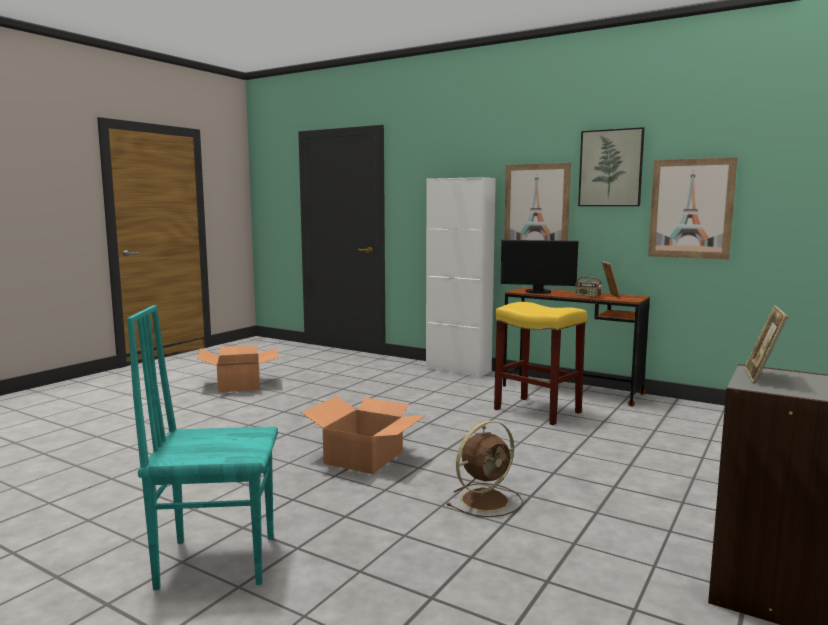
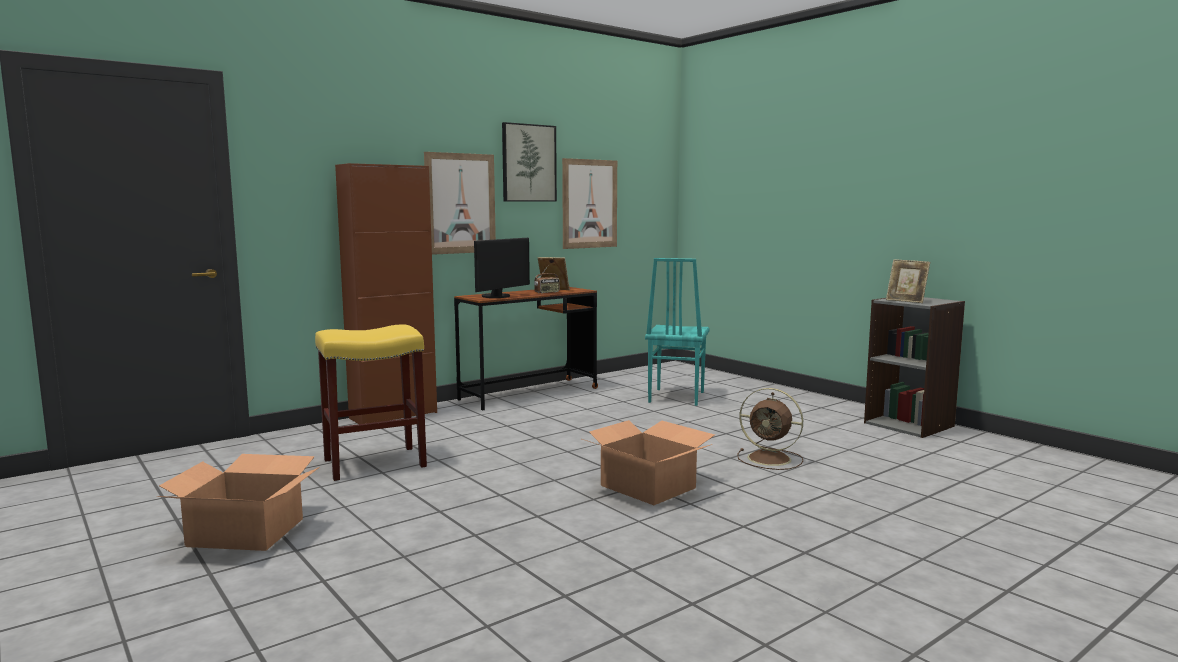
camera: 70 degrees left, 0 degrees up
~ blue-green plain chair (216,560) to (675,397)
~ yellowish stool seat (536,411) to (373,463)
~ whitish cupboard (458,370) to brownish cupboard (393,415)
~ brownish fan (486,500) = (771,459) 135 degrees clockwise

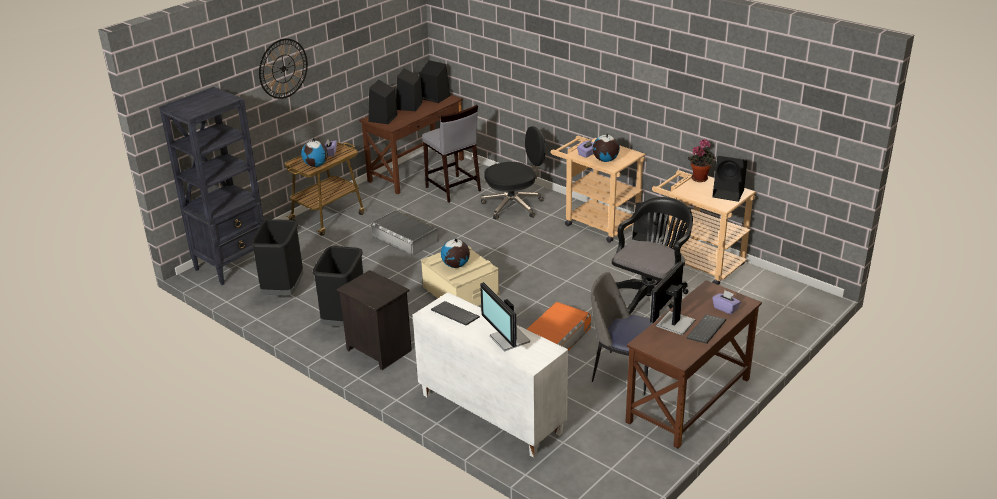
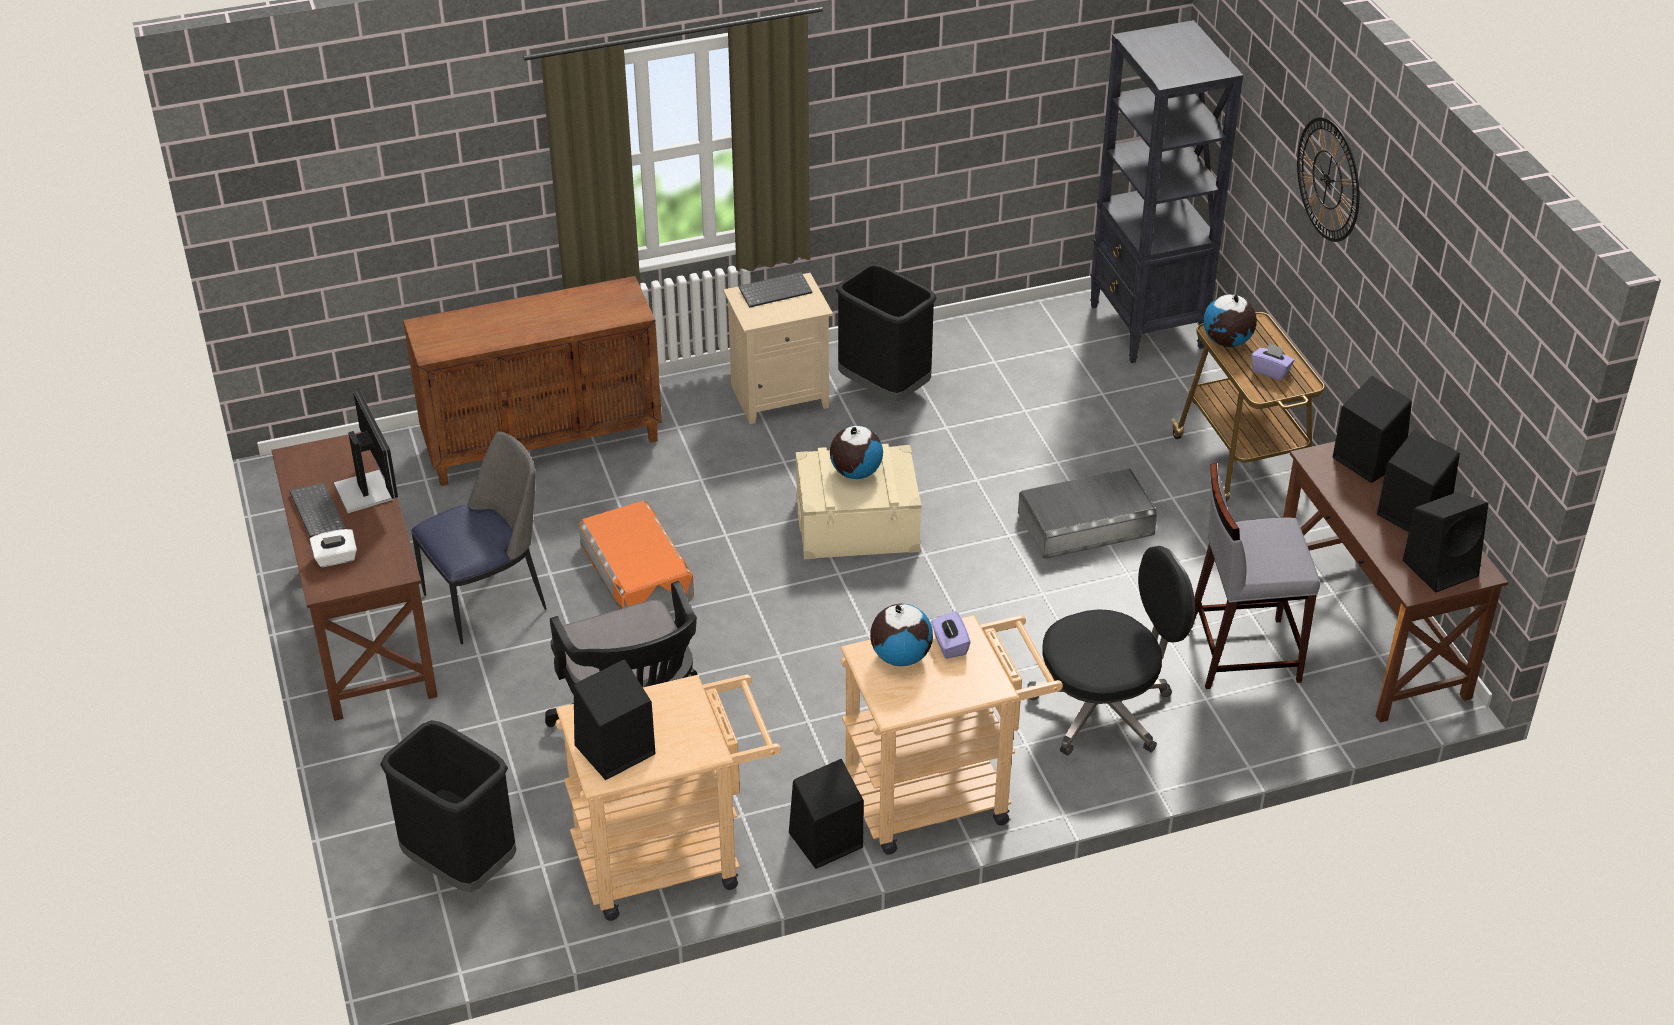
camera: 120 degrees right, 10 degrees up
- monitor (508,340)
- potted plant (700,178)
~ black-coloured waste bin (284,291) to (459,864)
~ computer keyboard (454,314) to (775,290)
~ black-coloured nightstand (377,350) to beige nightstand (780,395)
~ whitish cupboard (489,414) to brownish cupboard (544,441)
~ purplish tissue box (725,308) to whitish tissue box (336,558)
~ black-coloured office chair (514,205) = (1104,709) 120 degrees counterclockwise

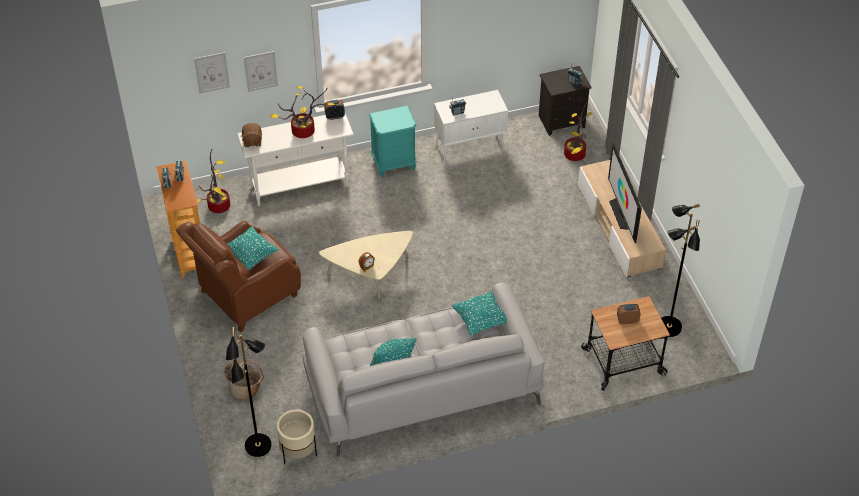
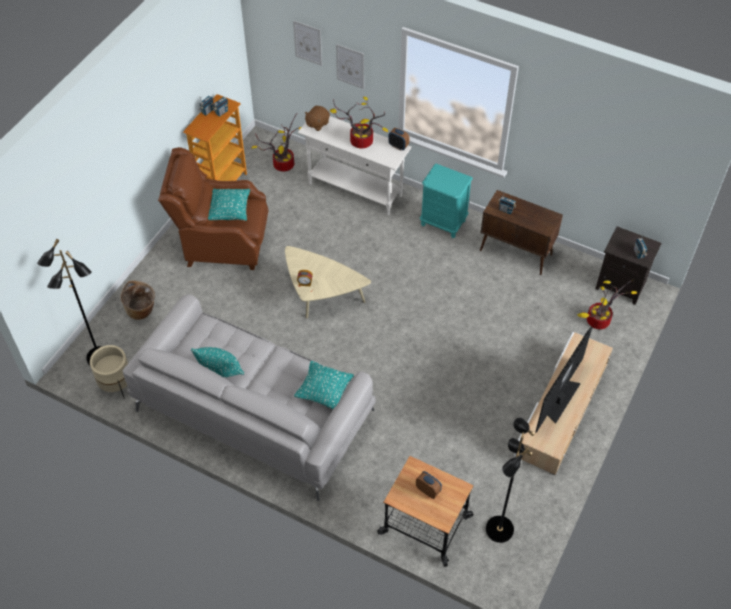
camera: 45 degrees right, 5 degrees up
~ whitish cupboard (470,148) to brownish cupboard (516,253)

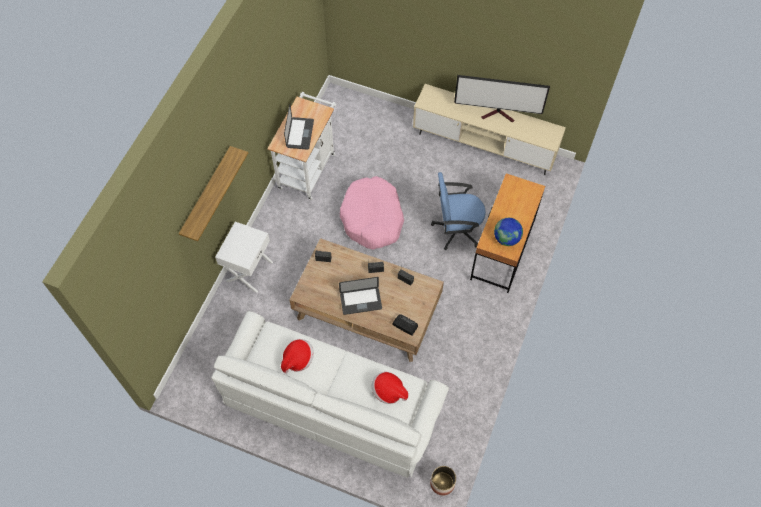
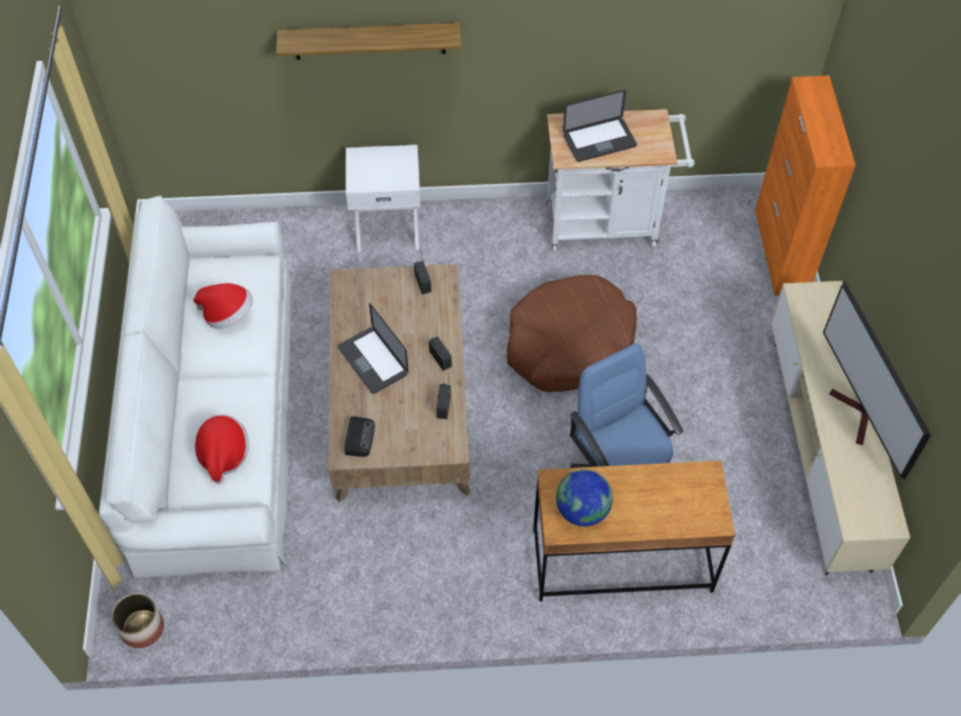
camera: 65 degrees right, 5 degrees down
+ orangey cupboard (781,251)
~ pinkish dog bed (372,218) to brownish dog bed (568,344)

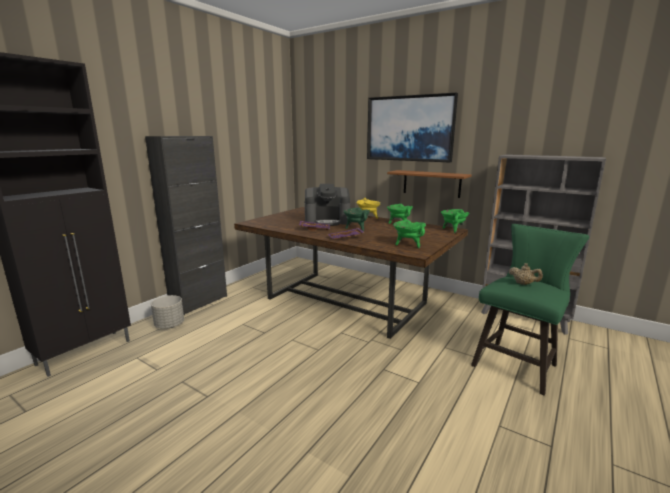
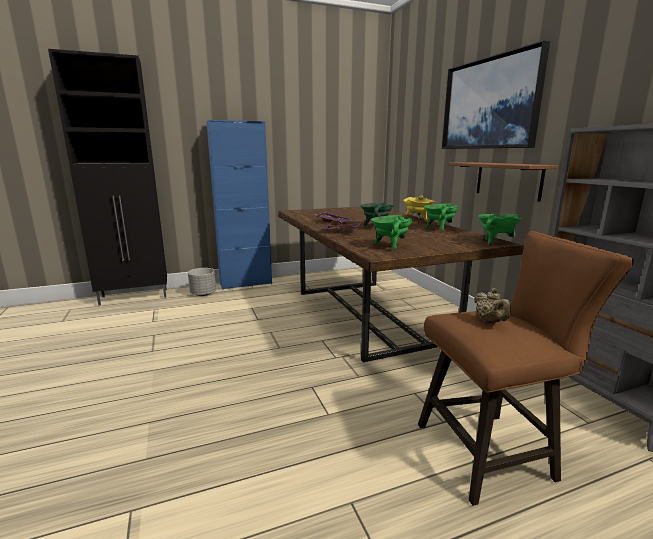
camera: 35 degrees right, 0 degrees up
- coffee brewer (327,221)
~ black-coloured cupboard (199,302) to blue cupboard (245,283)
~ green stool seat (517,363) to brownish stool seat (493,451)

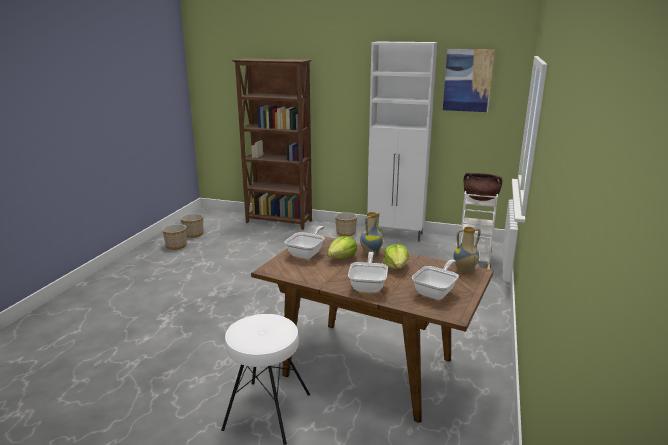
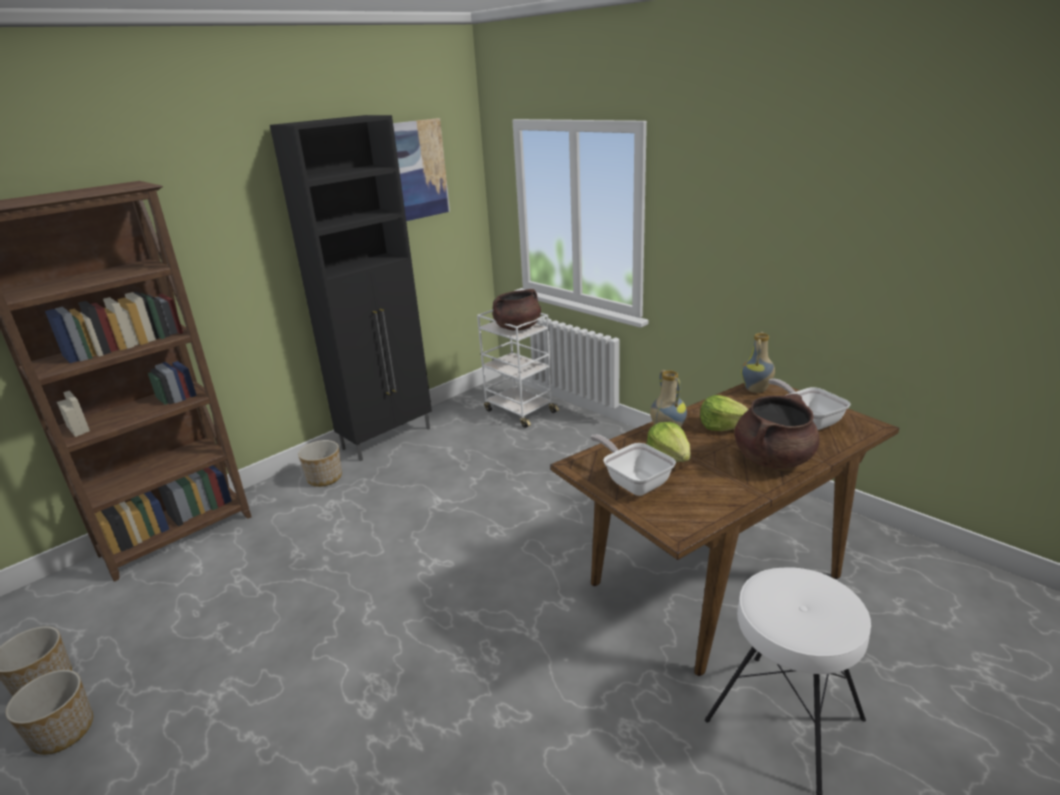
camera: 60 degrees left, 5 degrees up
~ frying pan (368,285) to brownish cooking pot (773,459)
~ whitish cupboard (396,235) to black-coloured cupboard (388,438)

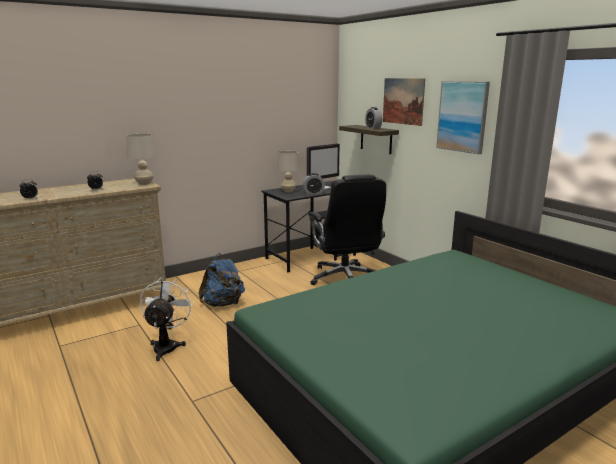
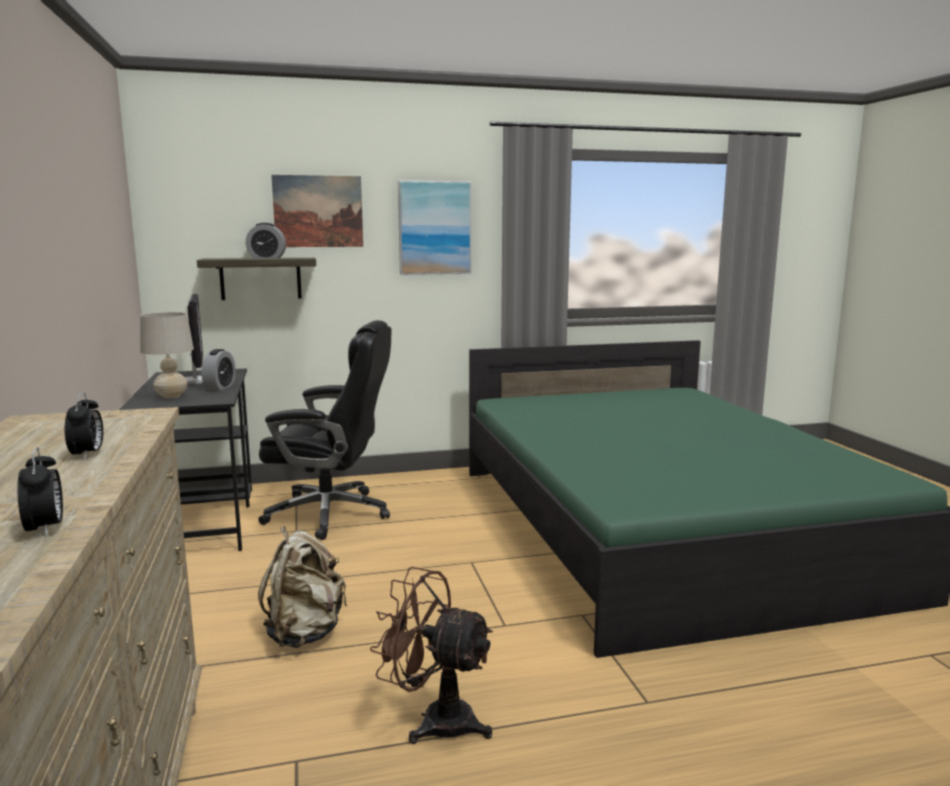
camera: 70 degrees left, 5 degrees down
- beige tabletop lamp (144,183)
~ whitish fan (167,346) to brownish fan (435,719)
~ blue backpack (223,304) to beige backpack (305,633)

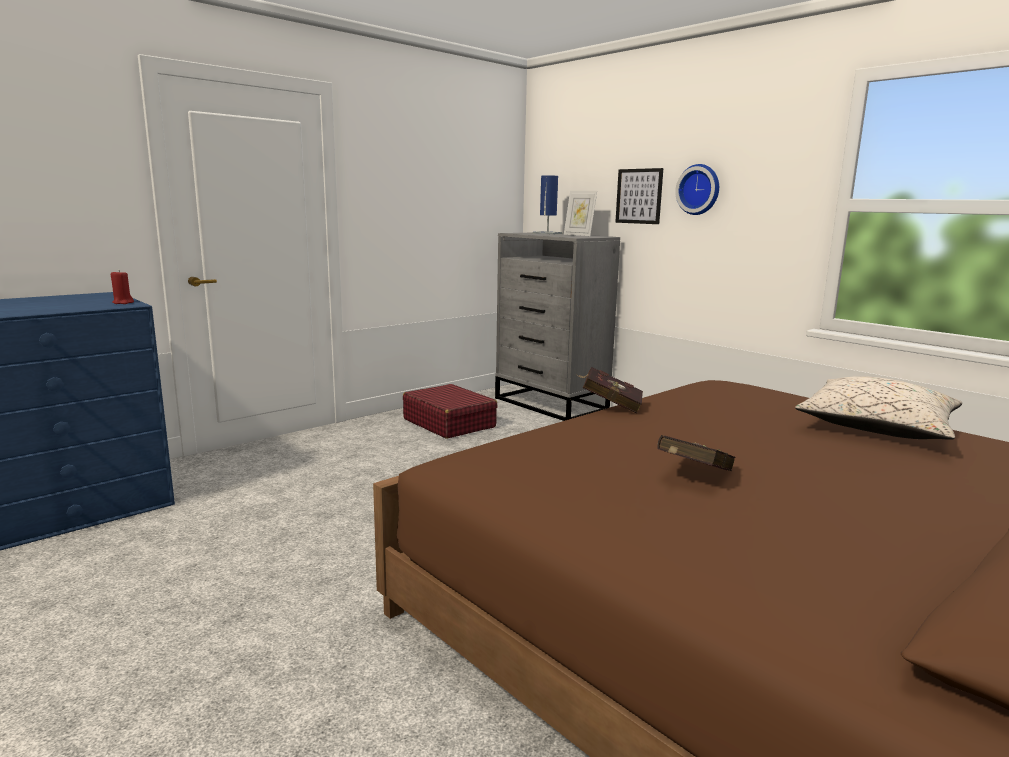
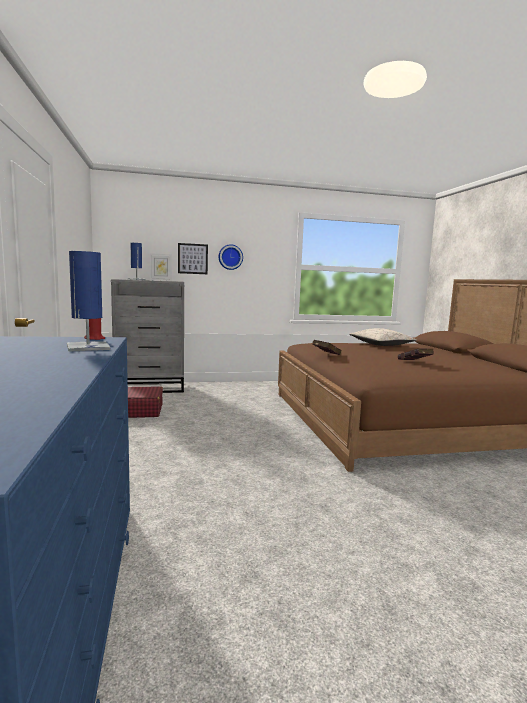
camera: 60 degrees left, 5 degrees down
+ blue tabletop lamp (88,347)

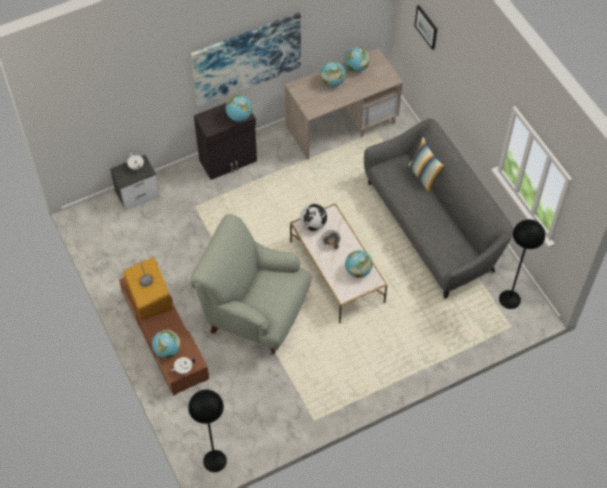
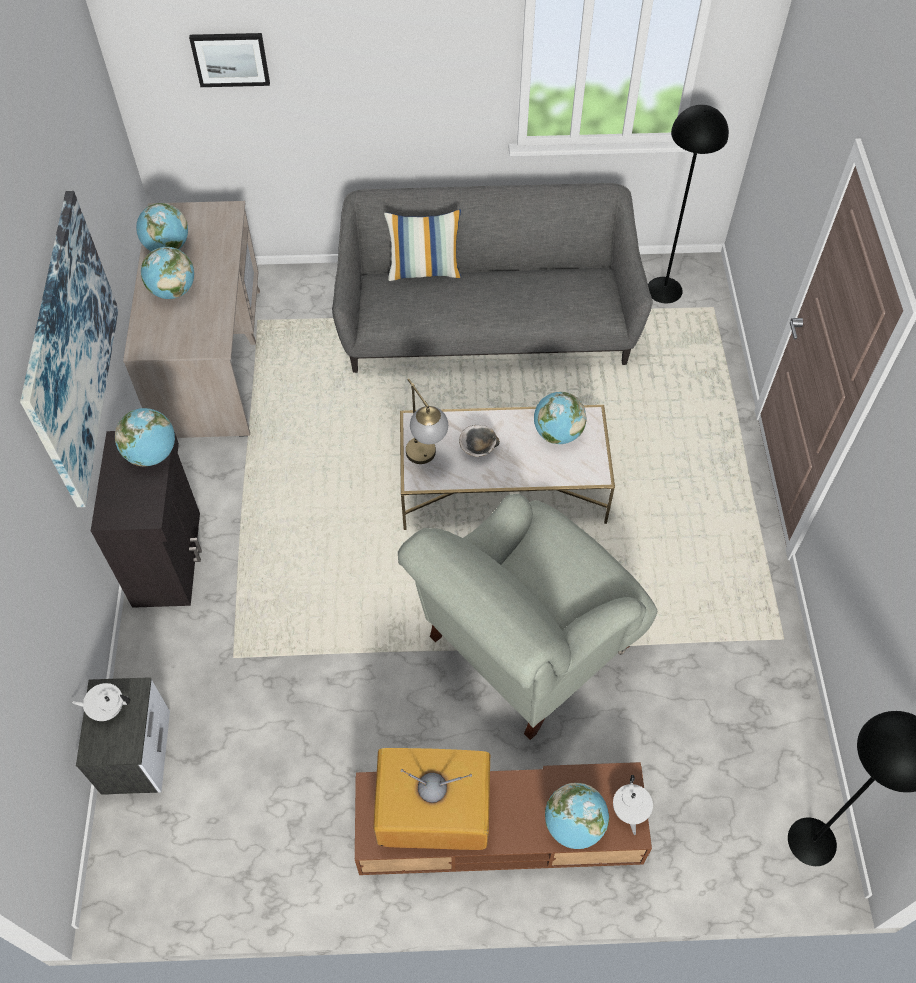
camera: 65 degrees left, 0 degrees up
~ desk globe (313,224) to tabletop lamp (426,459)

